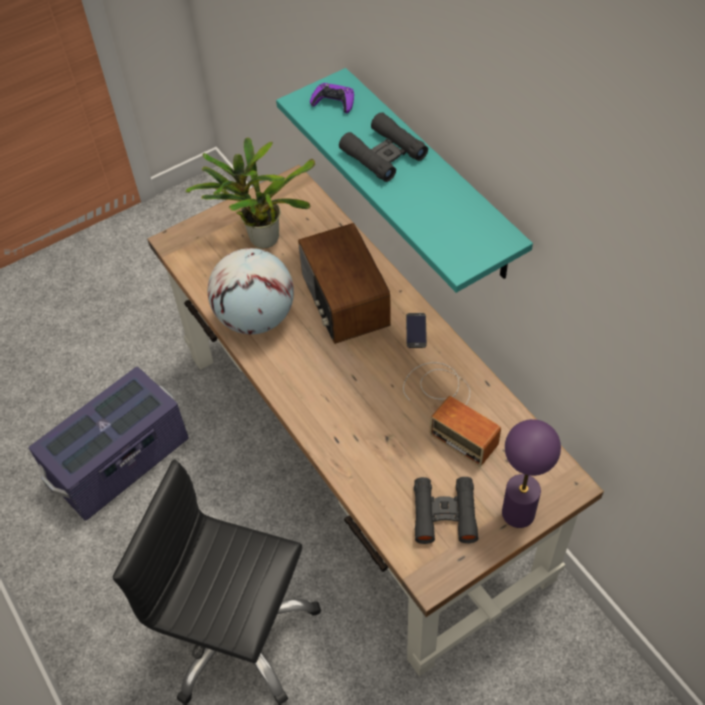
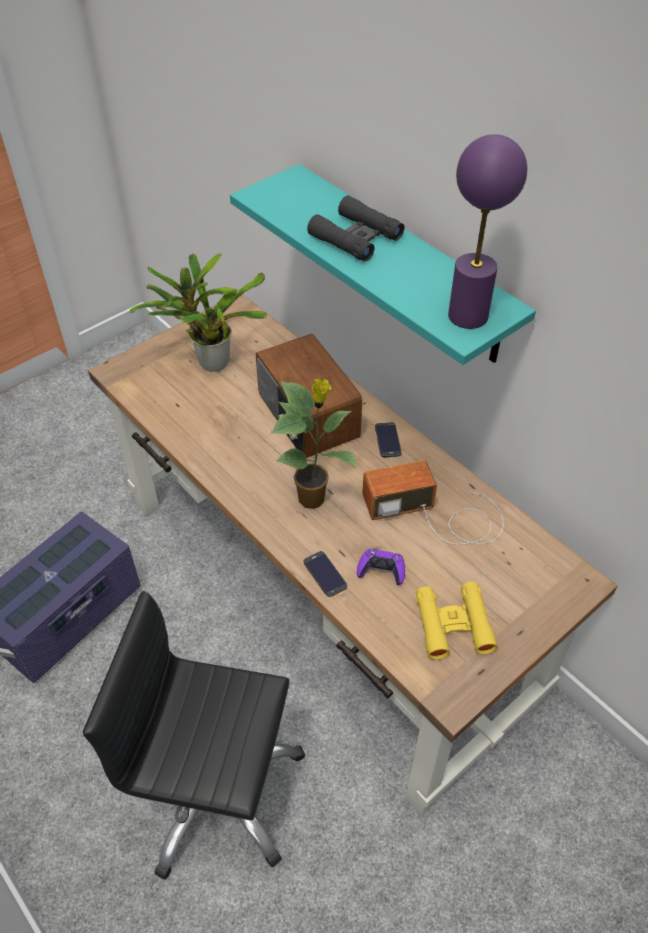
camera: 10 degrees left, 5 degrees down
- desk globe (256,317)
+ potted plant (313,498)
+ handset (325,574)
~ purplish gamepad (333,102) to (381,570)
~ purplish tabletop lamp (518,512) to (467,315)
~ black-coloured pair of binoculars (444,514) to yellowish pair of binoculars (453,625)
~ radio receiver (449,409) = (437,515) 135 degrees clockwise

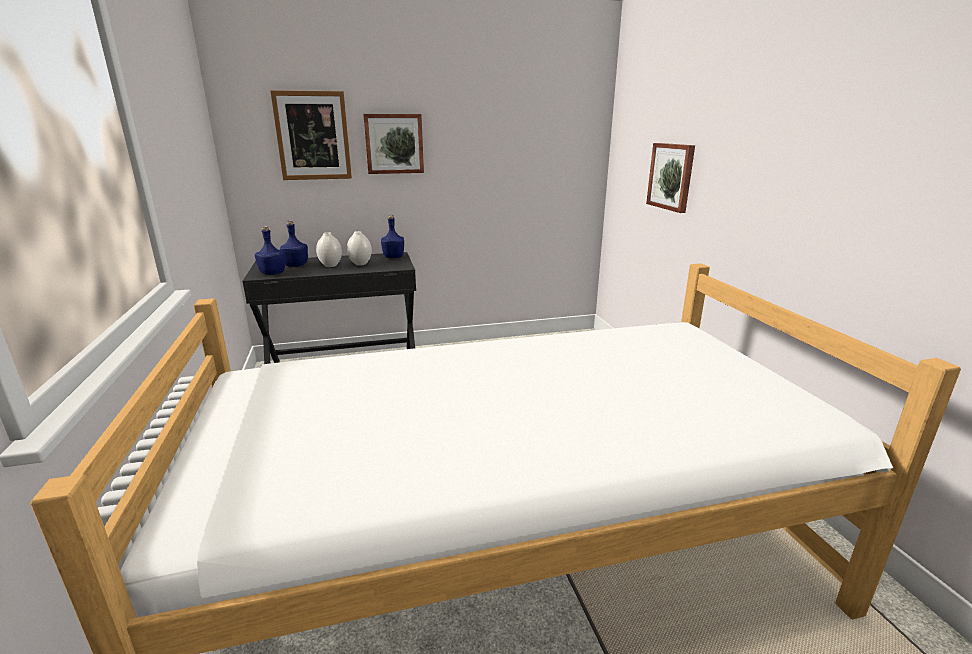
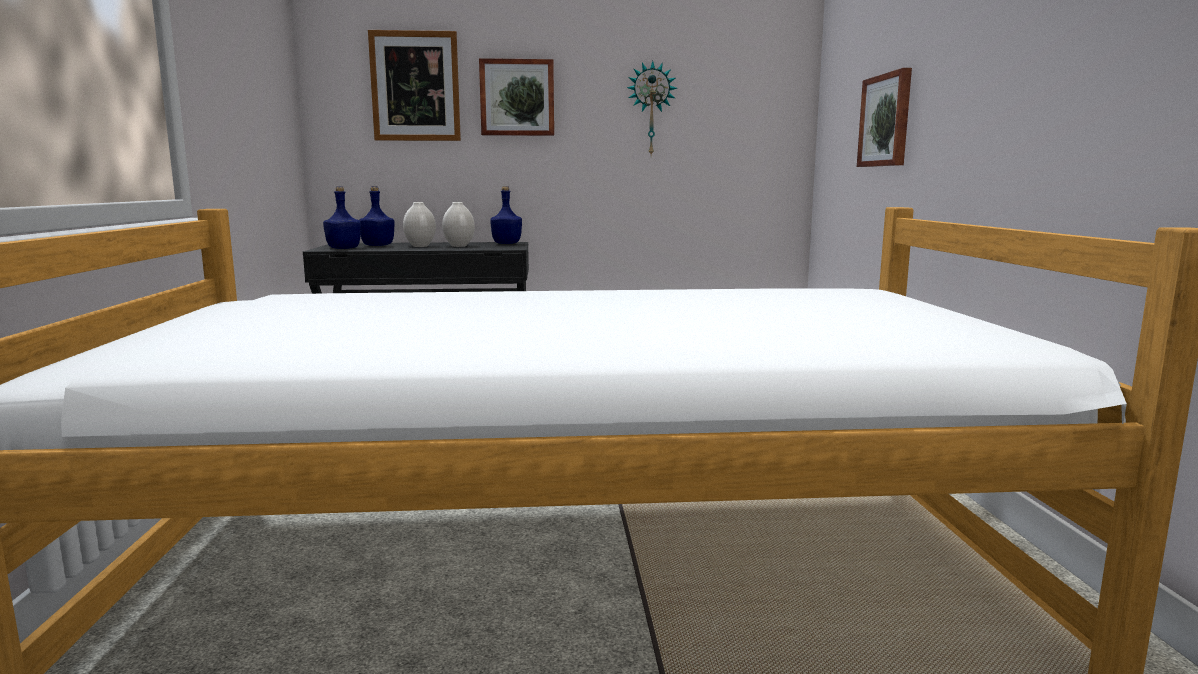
camera: 10 degrees right, 10 degrees down
+ clock on the wall (651,109)

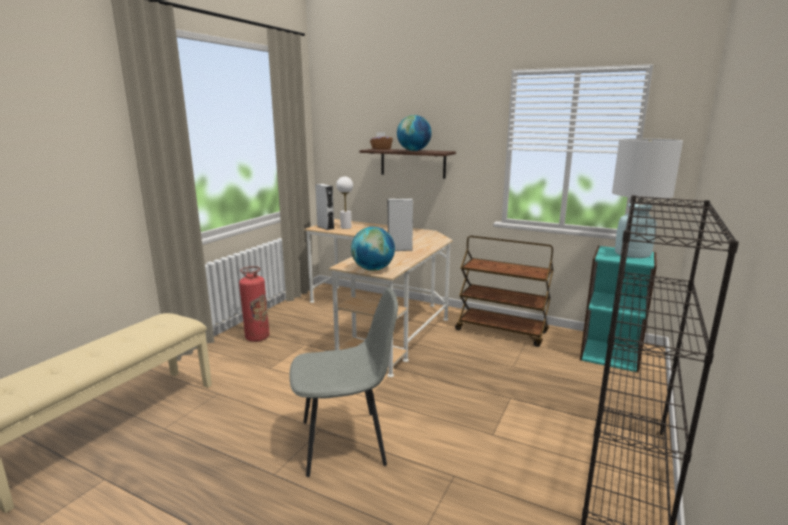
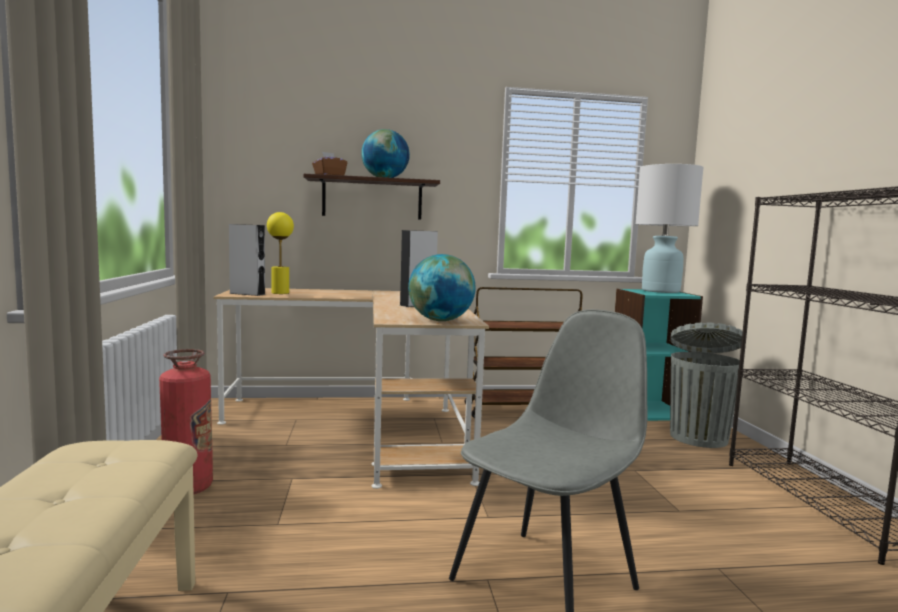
camera: 35 degrees left, 10 degrees down
+ gray waste bin (698,437)
~ whitish tabletop lamp (345,227) to yellowish tabletop lamp (280,293)

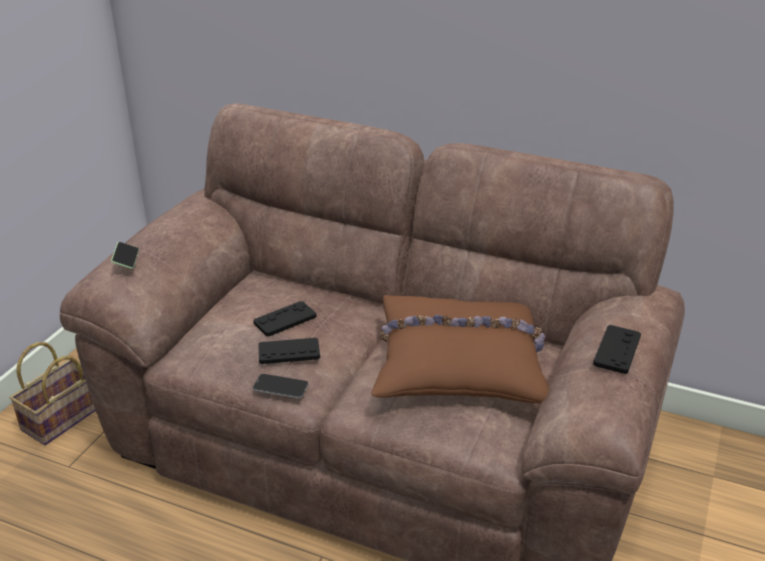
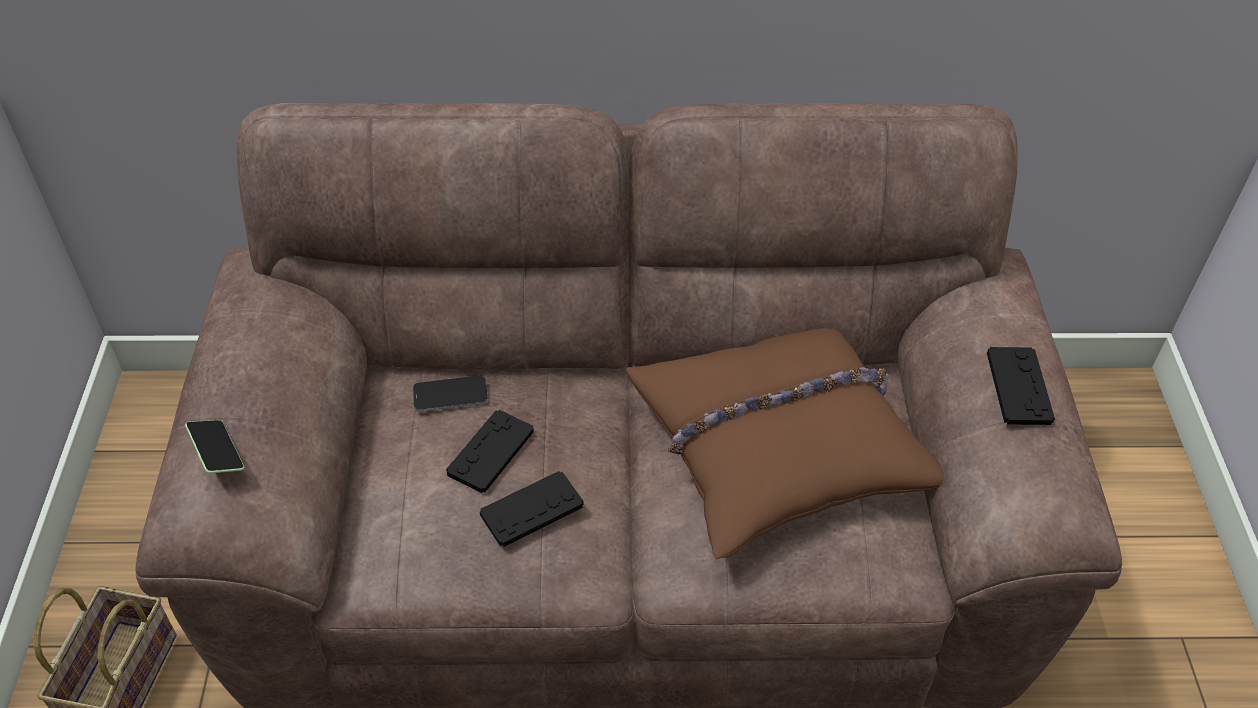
camera: 25 degrees left, 15 degrees up
~ handset (280,387) to (450,395)

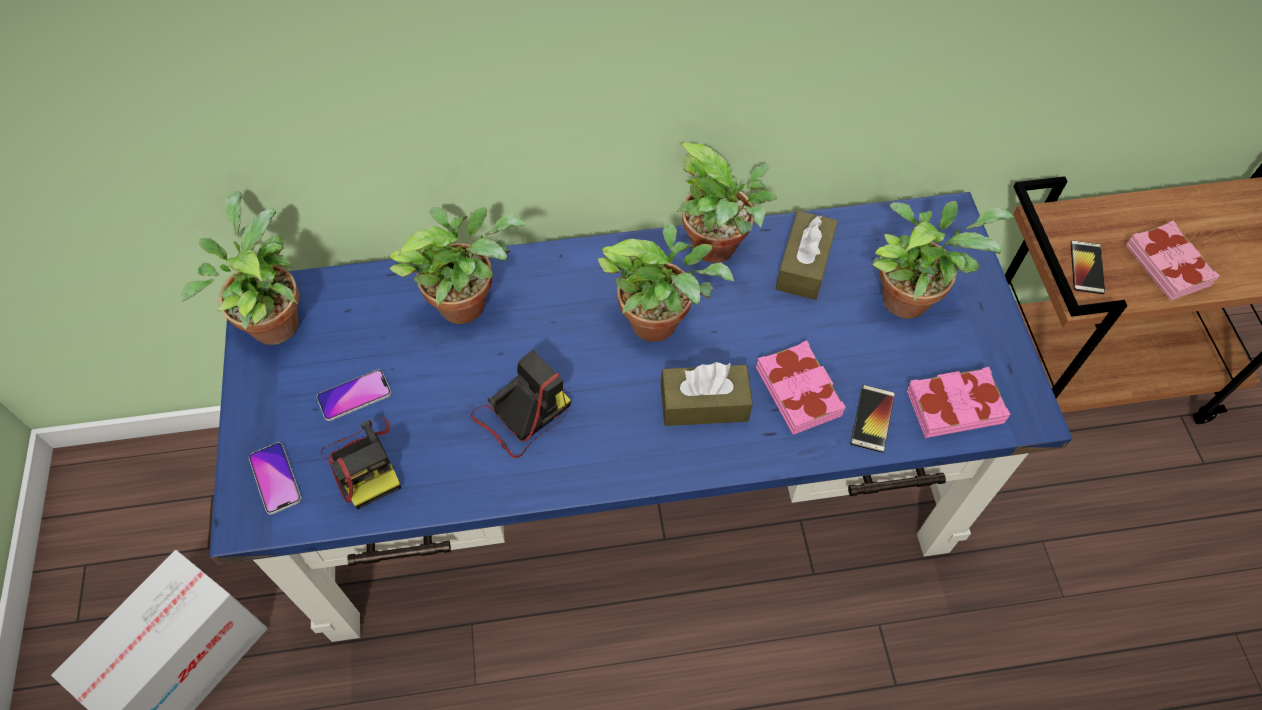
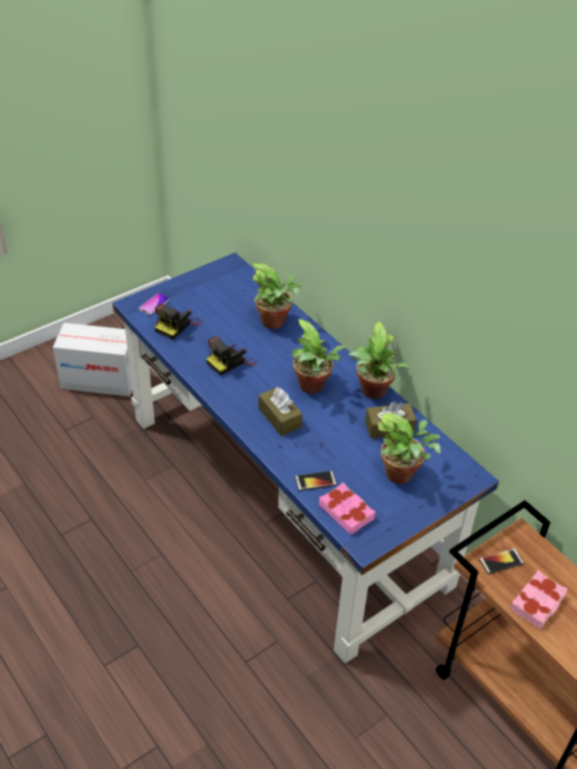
camera: 60 degrees right, 15 degrees down
- potted plant (272,320)
- handset (354,396)
- pinkish volume (799,391)
~ still camera (522,416) = (231,361) 120 degrees clockwise

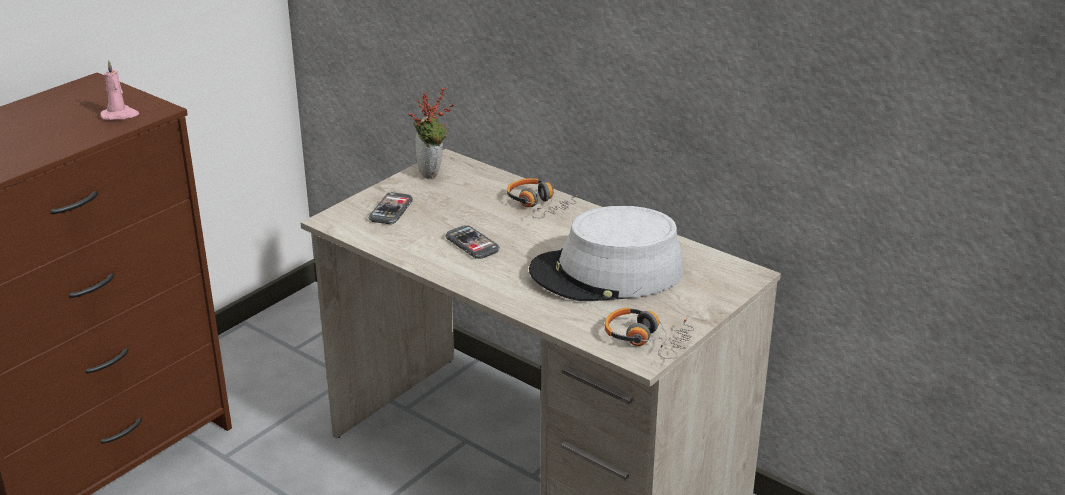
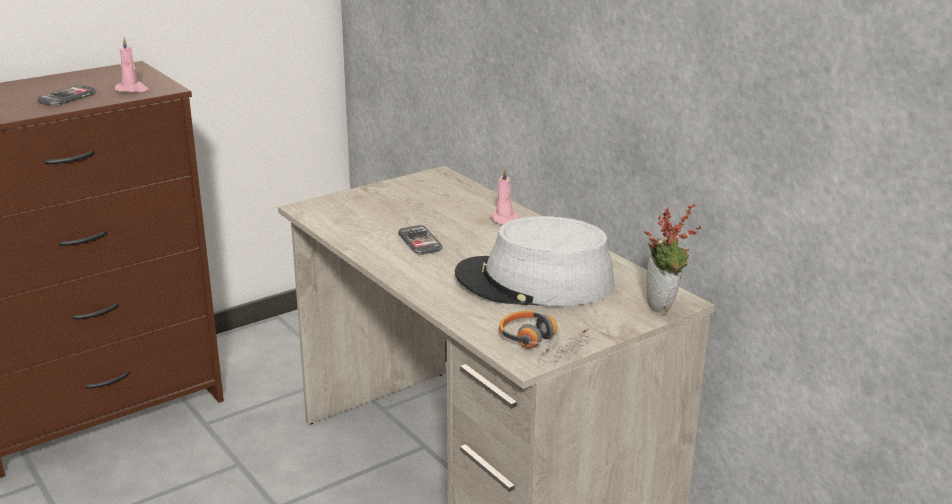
camera: 15 degrees right, 5 degrees down
~ handset (391,210) to (67,98)
~ potted plant (433,173) to (664,307)
~ headset (539,205) to pinkish wax light (503,218)

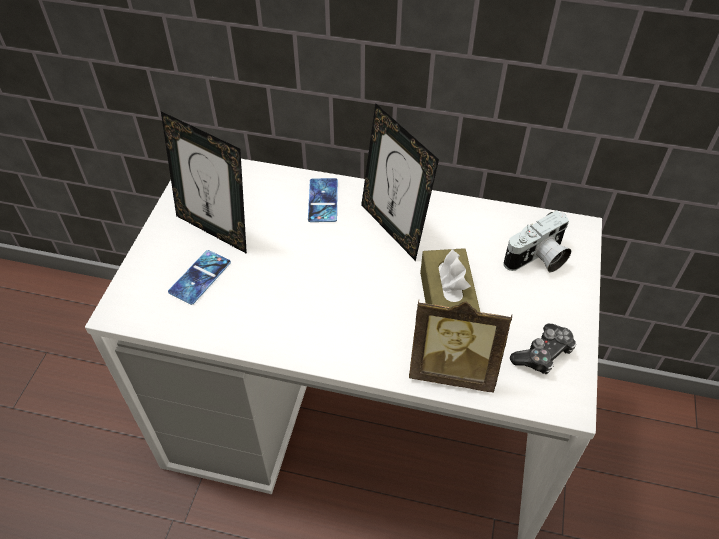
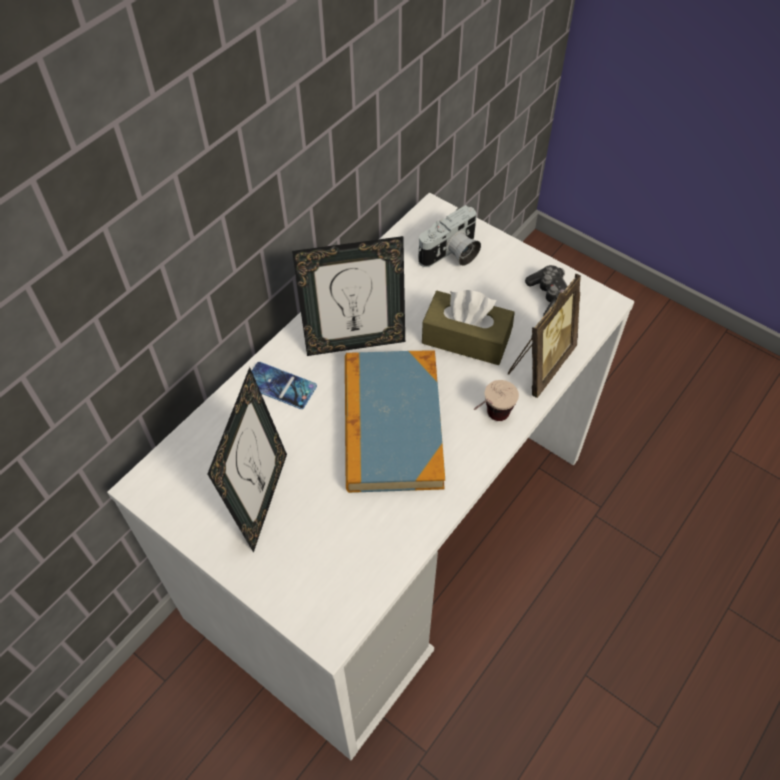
camera: 65 degrees left, 5 degrees up
- handset (200,277)
+ volume (392,424)
+ drinking cup (489,420)
~ standing frame (215,229) = (261,499) 45 degrees counterclockwise
~ still camera (538,259) = (452,254) 60 degrees clockwise

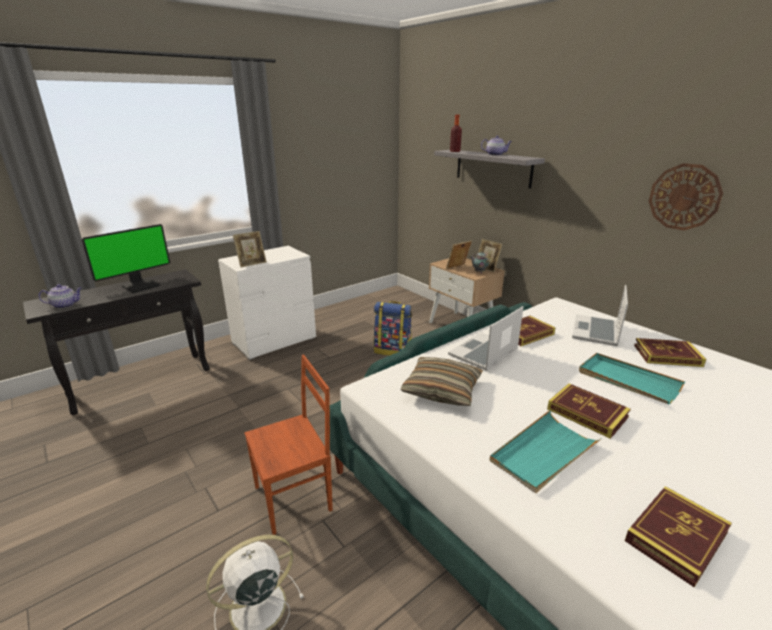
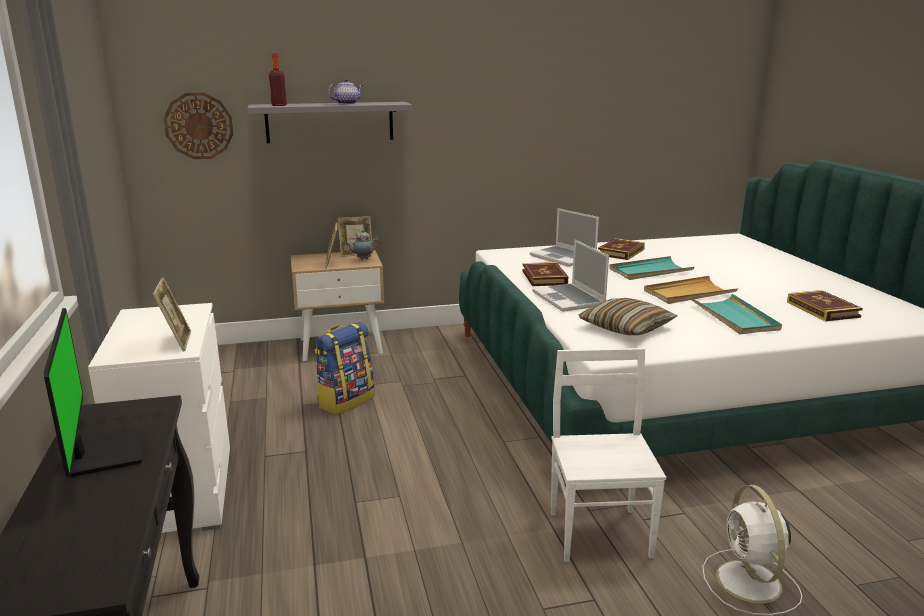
camera: 65 degrees left, 5 degrees down
- pot for tea (65,305)
~ clock on the wall (684,197) to (199,126)
~ volume (587,413) to beige serving tray (688,293)
~ brownish plain chair (294,498) to whitish plain chair (601,533)

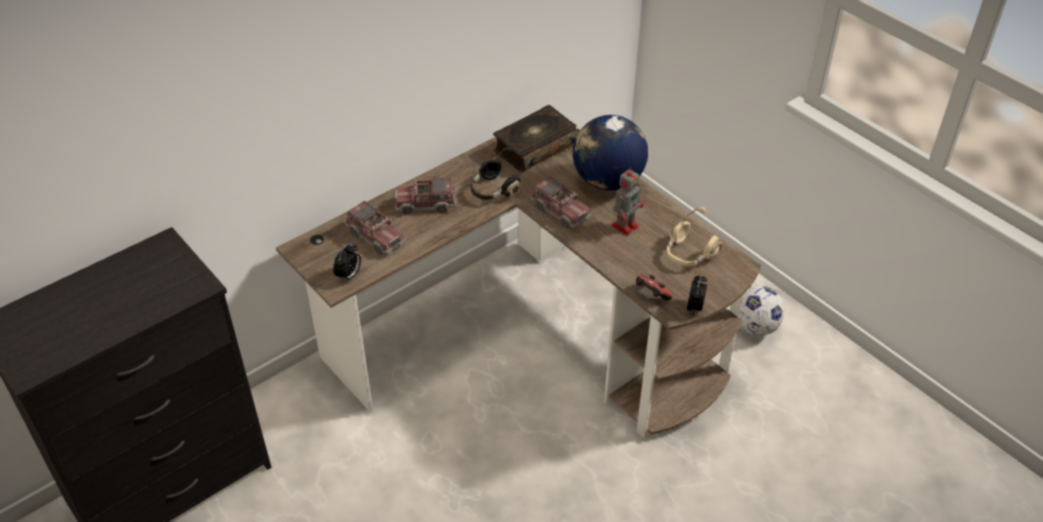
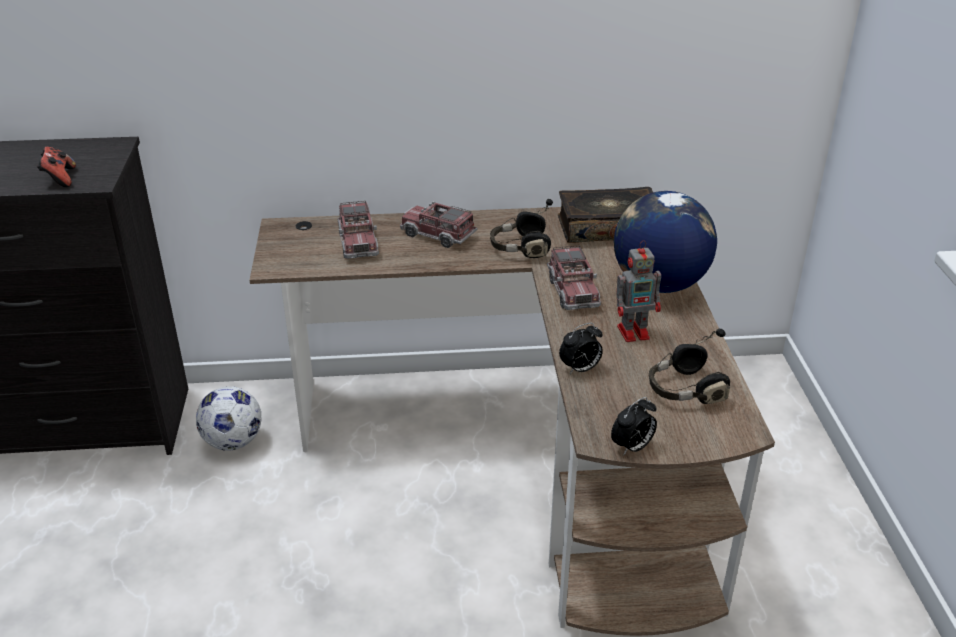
camera: 35 degrees right, 10 degrees down
~ alarm clock (349,276) to (580,369)
~ gamepad (651,295) to (59,179)
~ football ball (754,327) to (233,442)
~ beige headset (689,254) to black-coloured headset (685,390)

